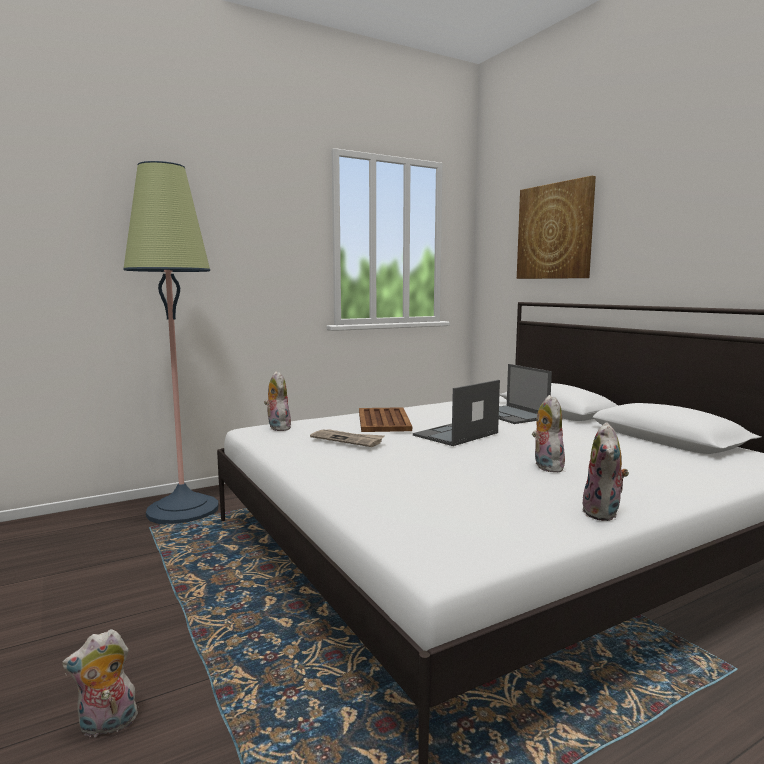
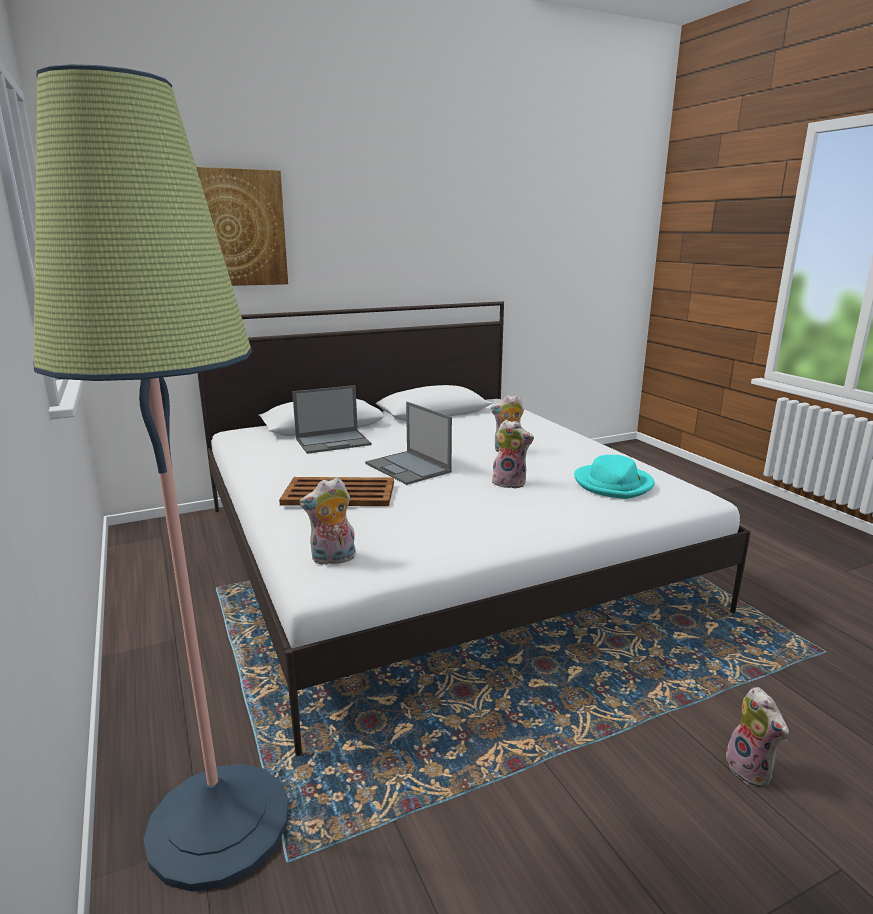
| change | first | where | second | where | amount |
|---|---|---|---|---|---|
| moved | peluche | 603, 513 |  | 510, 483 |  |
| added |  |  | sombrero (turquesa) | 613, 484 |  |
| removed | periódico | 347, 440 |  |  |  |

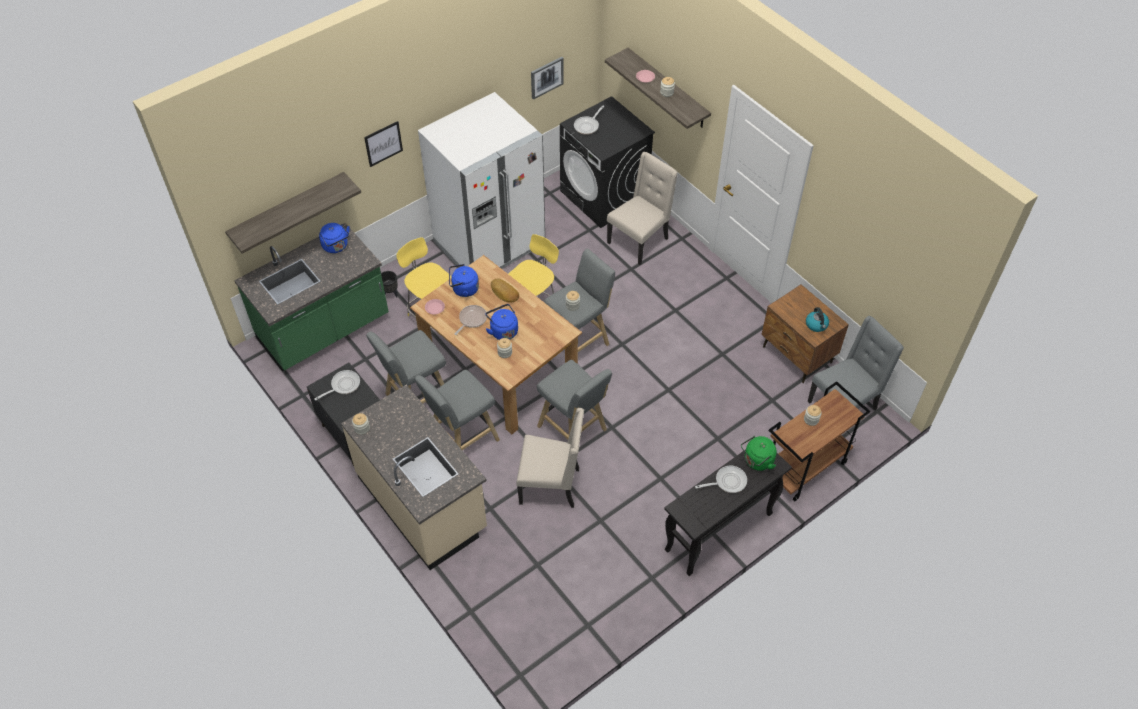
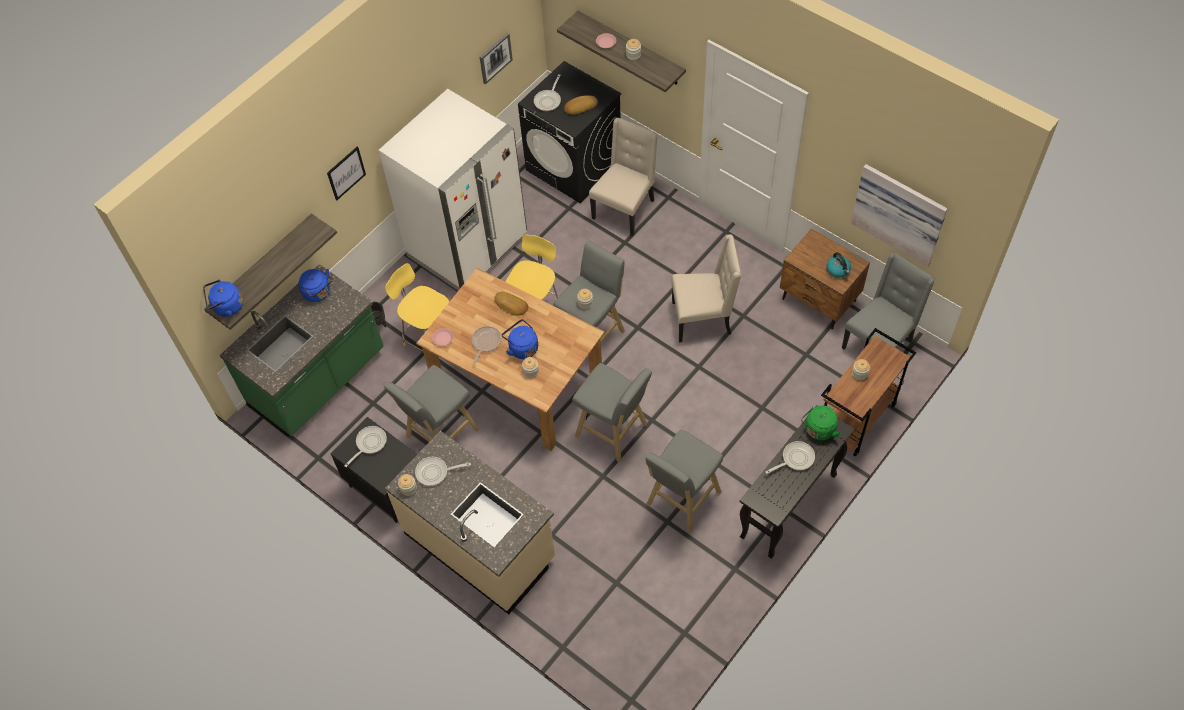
| change | first | where | second | where | amount |
|---|---|---|---|---|---|
| moved | hervidor (azul) | 463, 289 |  | 226, 307 |  |
| added |  |  | sartén | 435, 472 |  |
| added |  |  | pan | 580, 106 |  |
| moved | taburete (gris) | 461, 440 |  | 681, 500 |  |
| moved | silla (beis) | 551, 485 |  | 703, 319 |  |
| added |  |  | cuadro | 900, 212 |  |

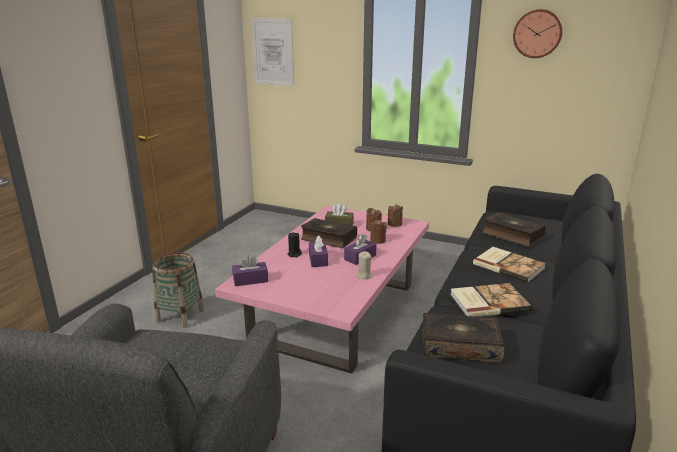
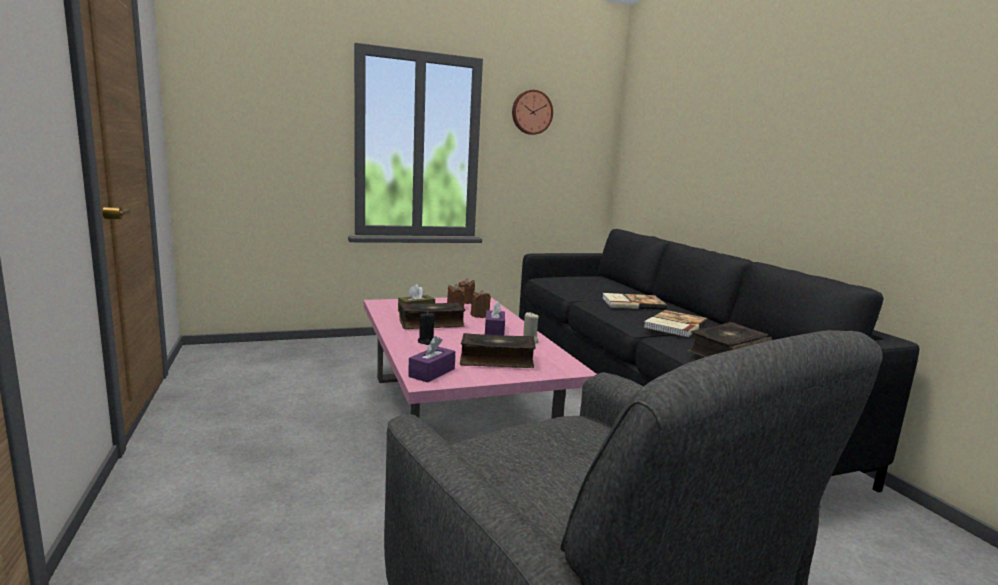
| change | first | where | second | where | amount |
|---|---|---|---|---|---|
| moved | libro | 512, 235 |  | 496, 360 |  |
| removed | cesta | 180, 316 |  |  |  |
| removed | cuadro | 273, 52 |  |  |  |
| removed | caja de pañuelos (morado) | 318, 259 |  |  |  |

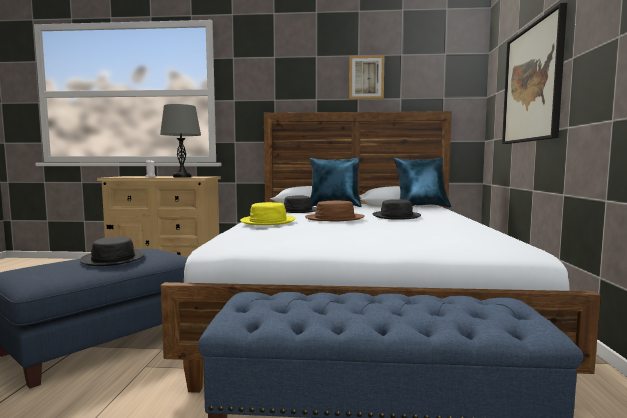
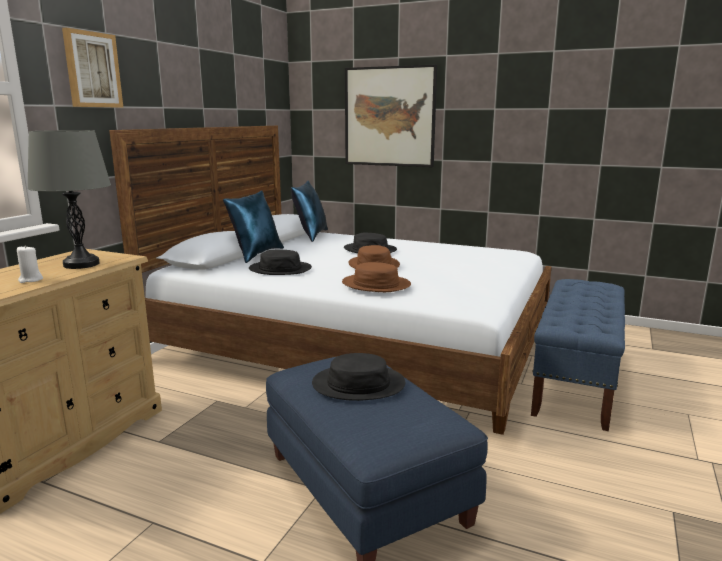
| change | first | where | second | where | amount |
|---|---|---|---|---|---|
| moved | cuadro | 366, 77 |  | 92, 70 |  |
| recoloured | sombrero (amarillo) | 268, 221 | sombrero (marrón) | 376, 284 |  |

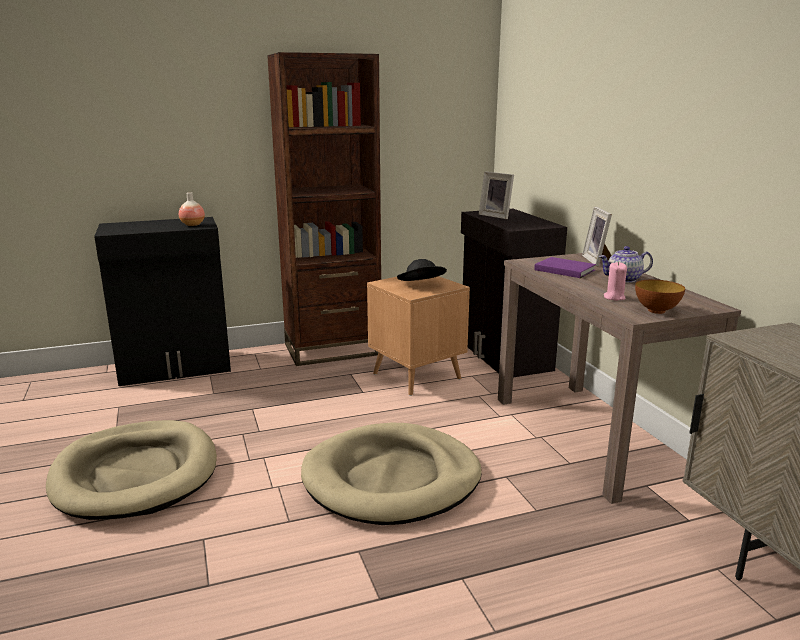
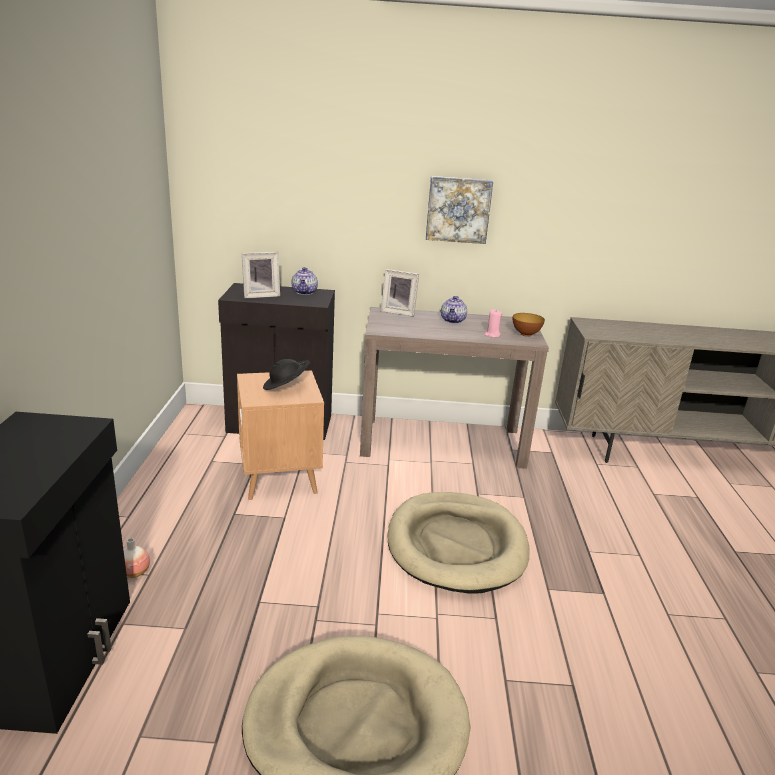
| change | first | where | second | where | amount |
|---|---|---|---|---|---|
| moved | florero | 192, 225 |  | 134, 572 |  |
| added |  |  | tetera | 304, 292 |  |
| added |  |  | cuadro | 458, 209 |  |
| removed | estantería (marrón) | 332, 349 |  |  |  |
| removed | libro (morado) | 563, 269 |  |  |  |

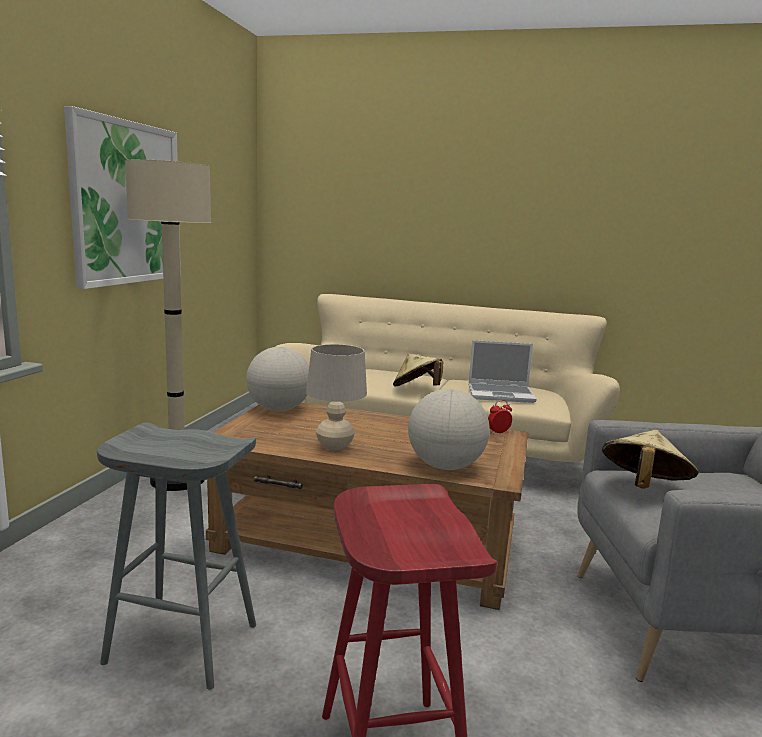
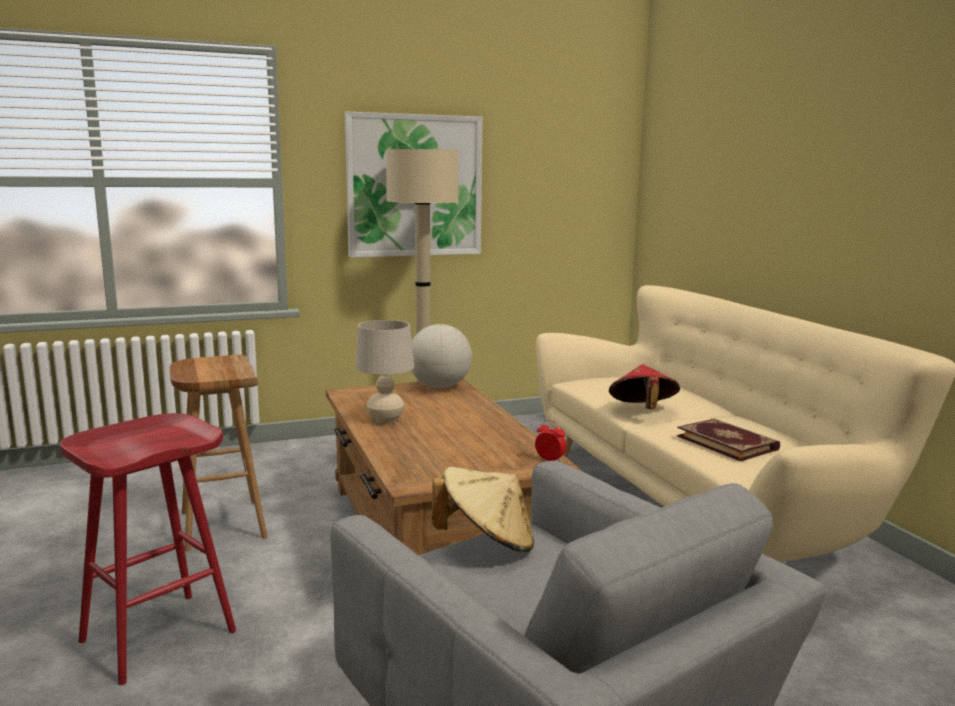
| change | first | where | second | where | amount |
|---|---|---|---|---|---|
| recoloured | taburete (gris) | 179, 644 | taburete (marrón) | 221, 524 |  |
| recoloured | sombrero (beis) | 416, 389 | sombrero (rojo) | 642, 410 |  |
| replaced | portátil | 501, 394 | libro | 727, 442 |  |
| removed | globo terráqueo | 445, 466 |  |  |  |

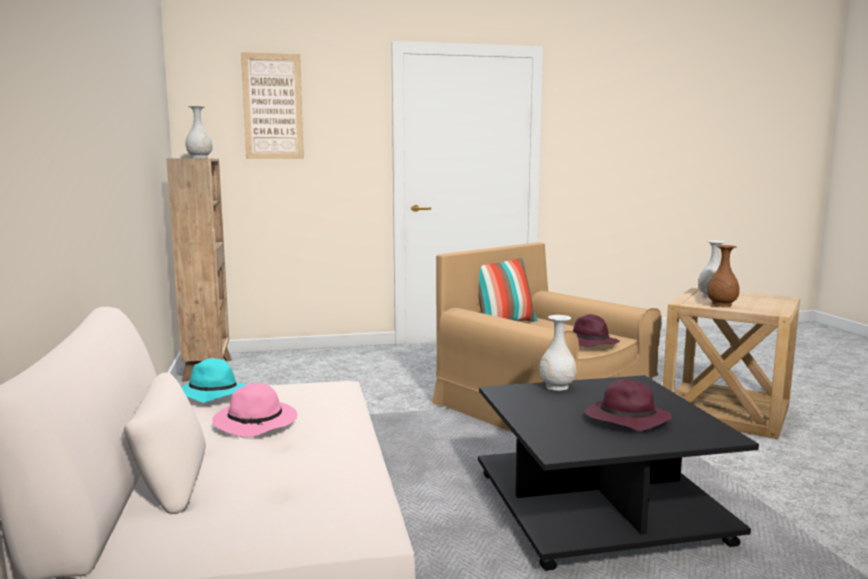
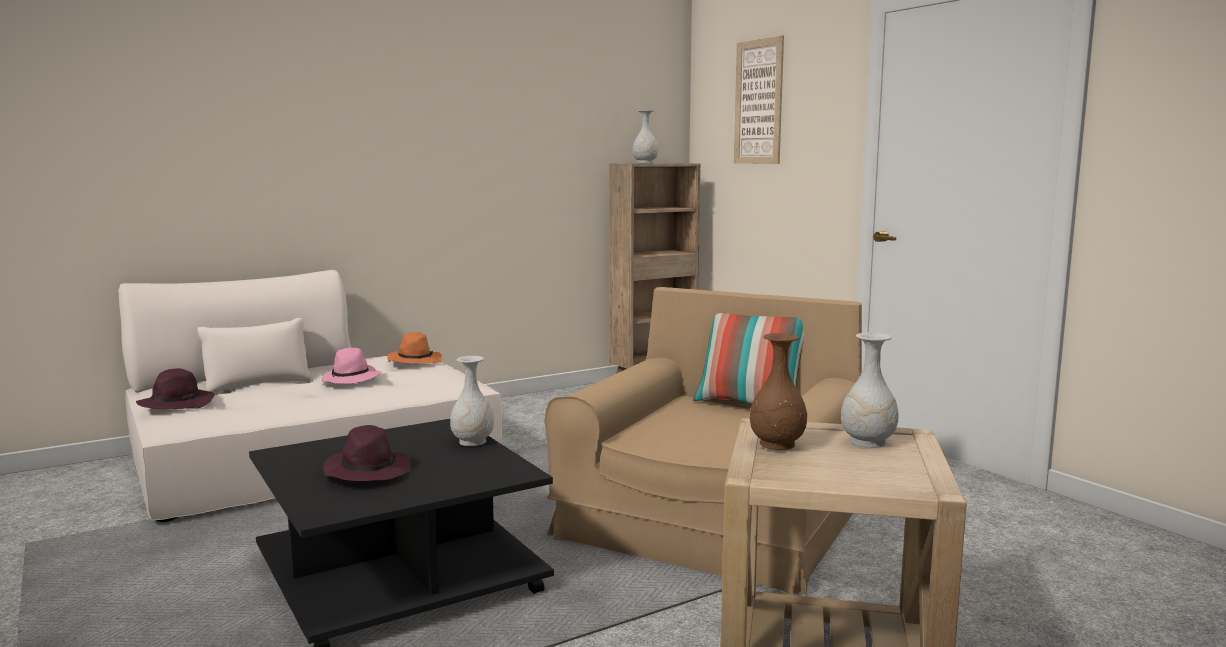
| change | first | where | second | where | amount |
|---|---|---|---|---|---|
| moved | sombrero (morado) | 588, 343 |  | 177, 404 |  |
| recoloured | sombrero (turquesa) | 212, 394 | sombrero (naranja) | 414, 361 |  |

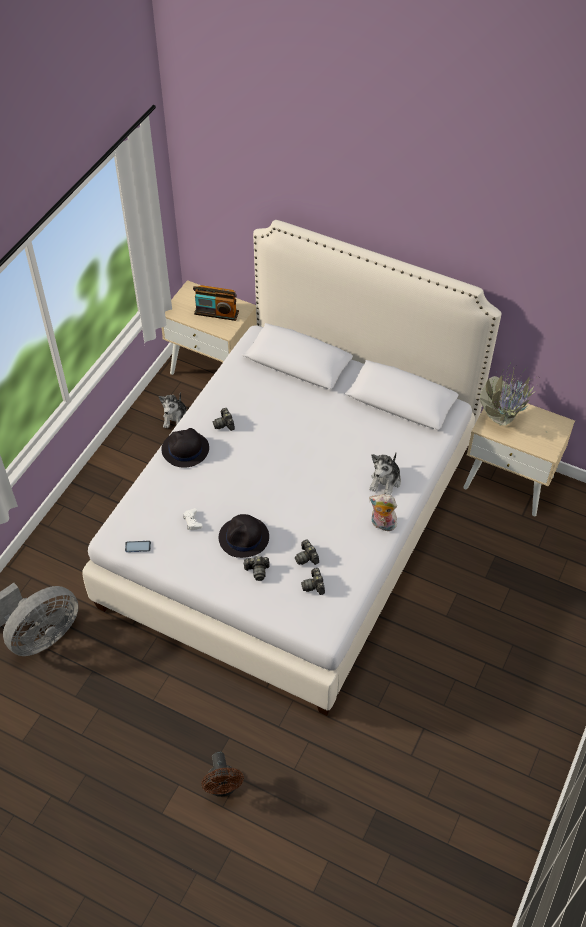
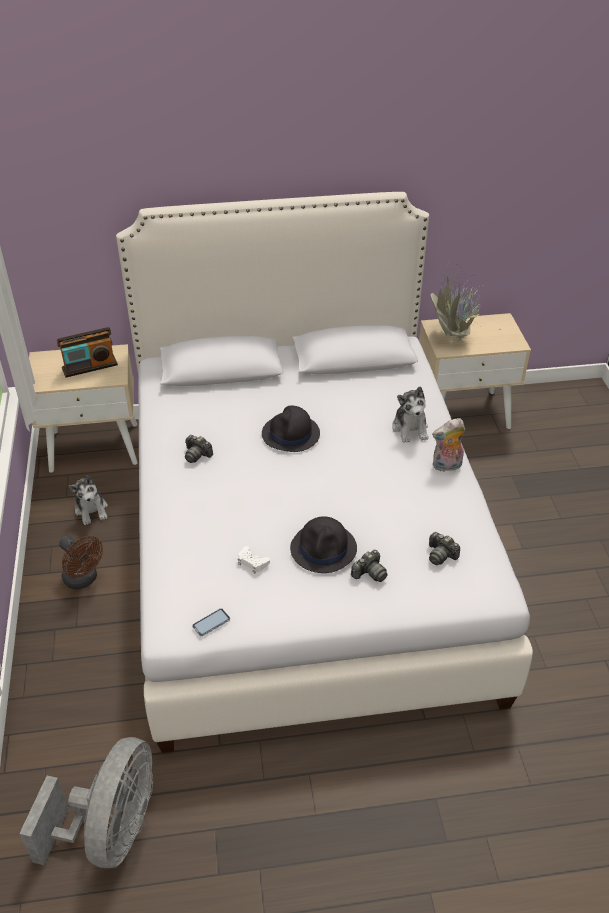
| change | first | where | second | where | amount |
|---|---|---|---|---|---|
| moved | ventilador (marrón) | 223, 787 |  | 84, 580 |  |
| moved | sombrero (negro) | 185, 449 |  | 291, 434 |  |
| removed | cámara | 306, 557 |  |  |  |

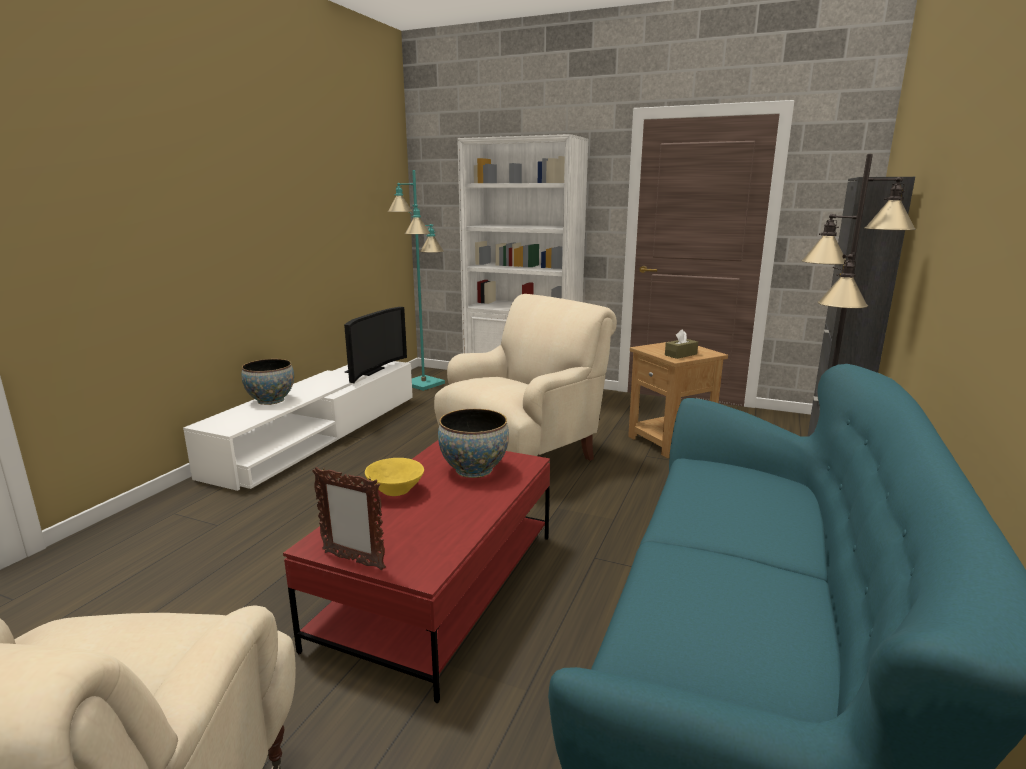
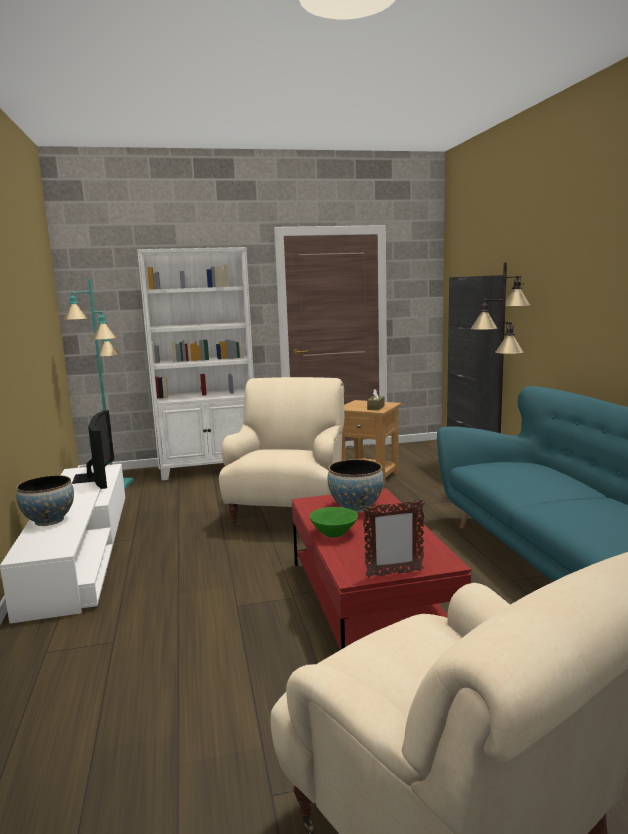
| change | first | where | second | where | amount |
|---|---|---|---|---|---|
| recoloured | cuenco (amarillo) | 396, 491 | cuenco (verde) | 334, 534 |  |

